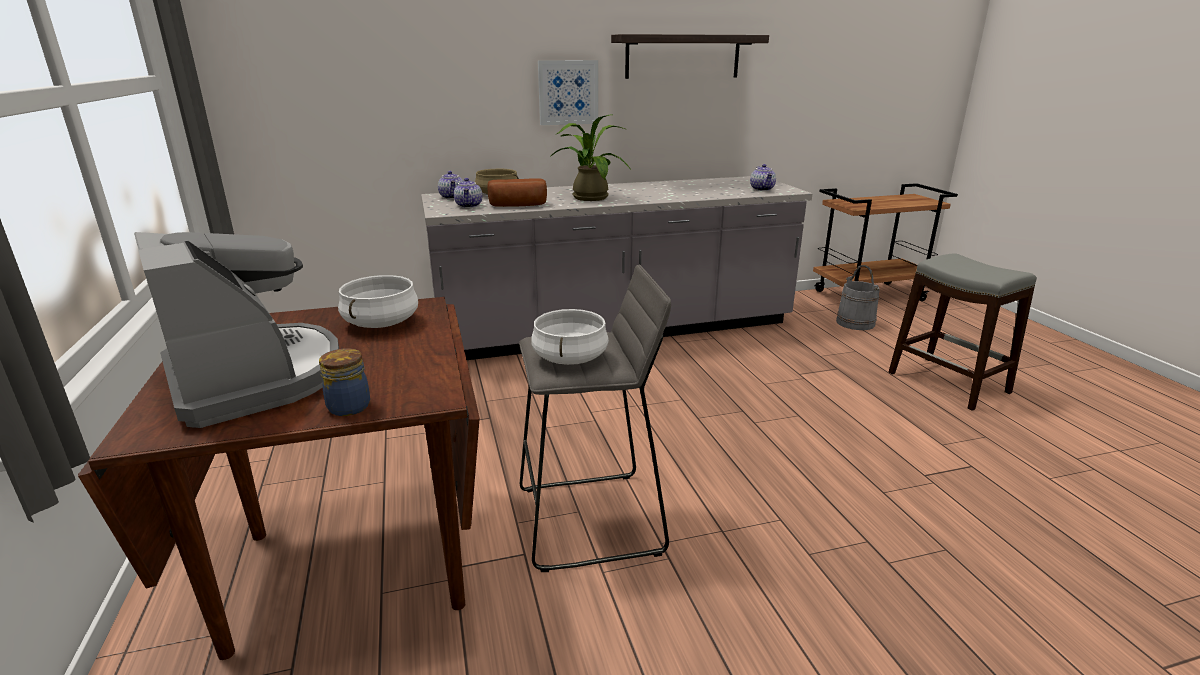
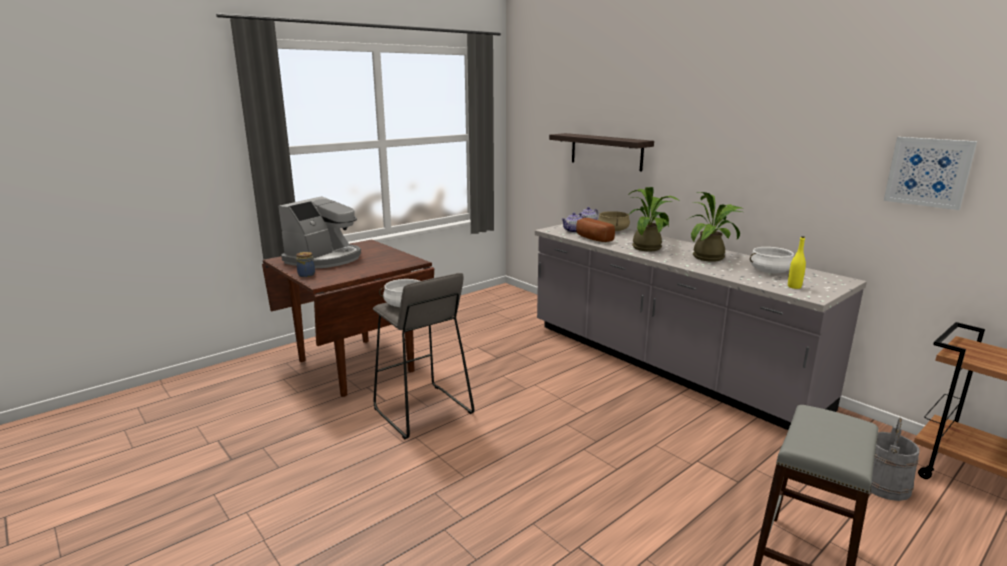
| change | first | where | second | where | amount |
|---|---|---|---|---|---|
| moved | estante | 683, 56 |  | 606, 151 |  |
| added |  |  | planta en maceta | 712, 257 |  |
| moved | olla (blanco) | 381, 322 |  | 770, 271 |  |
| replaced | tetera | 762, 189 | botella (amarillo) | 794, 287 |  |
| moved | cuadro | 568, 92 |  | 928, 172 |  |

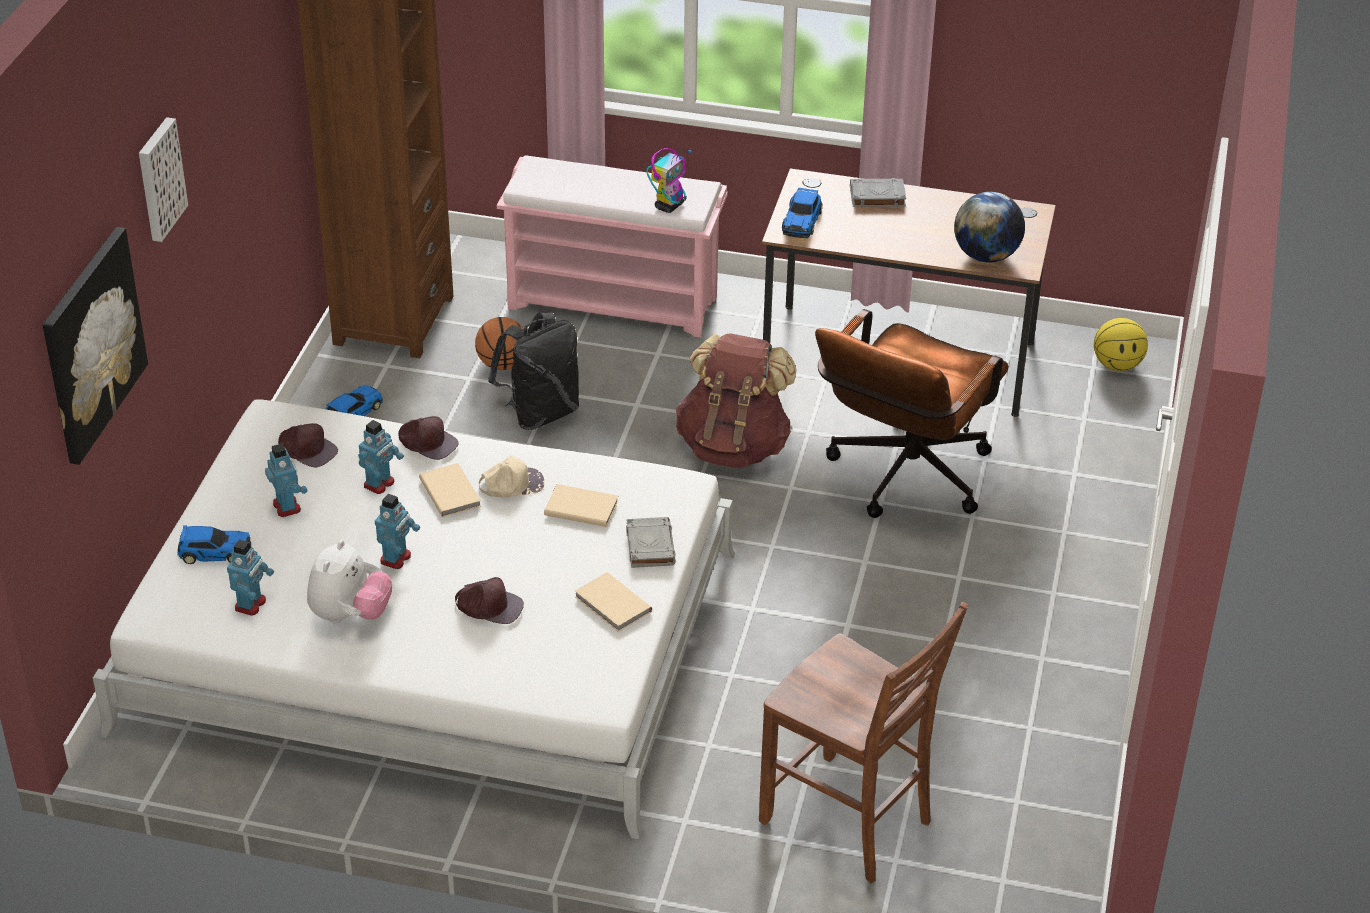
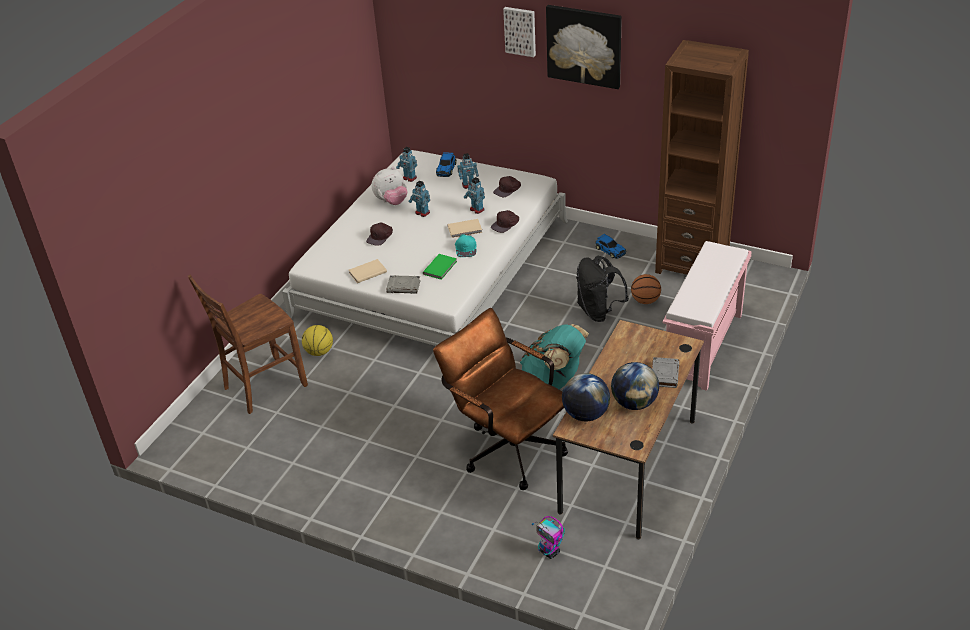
| change | first | where | second | where | amount |
|---|---|---|---|---|---|
| moved | balón de baloncesto | 1117, 365 |  | 319, 352 |  |
| turned | peluche | 350, 615 |  | 391, 201 | 60 degrees counterclockwise |
| recoloured | libro (beis) | 581, 507 | libro (verde) | 441, 267 |  |
| recoloured | gorra (beis) | 511, 484 | gorra (turquesa) | 466, 248 |  |
| recoloured | mochila (marrón) | 734, 446 | mochila (turquesa) | 554, 381 |  |
| moved | robot de juguete | 669, 205 |  | 549, 552 |  |
| moved | cuadro | 91, 344 |  | 584, 46 |  |
| added |  |  | globo terráqueo | 634, 403 |  |
| removed | coche de juguete | 802, 221 |  |  |  |

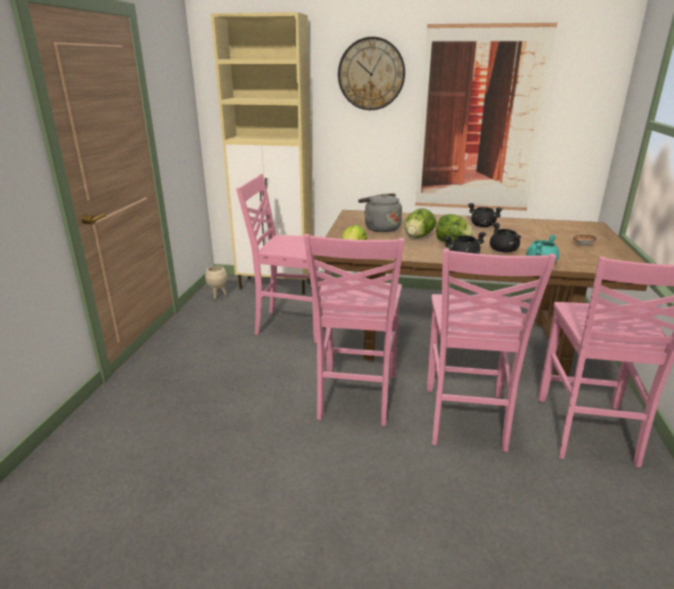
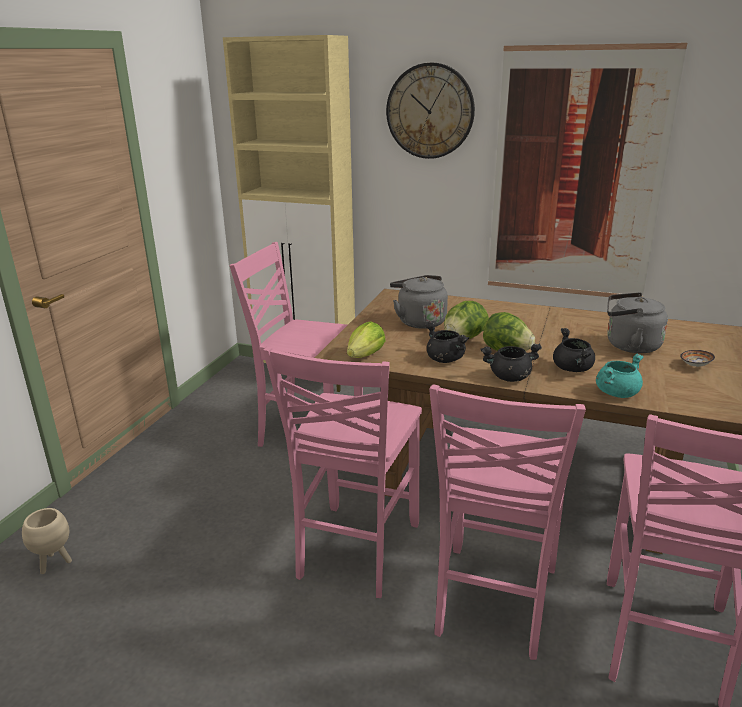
| change | first | where | second | where | amount |
|---|---|---|---|---|---|
| moved | maceta (beis) | 218, 296 |  | 54, 563 |  |
| moved | olla (negro) | 482, 226 |  | 444, 359 |  |
| added |  |  | hervidor (gris) | 629, 345 |  |

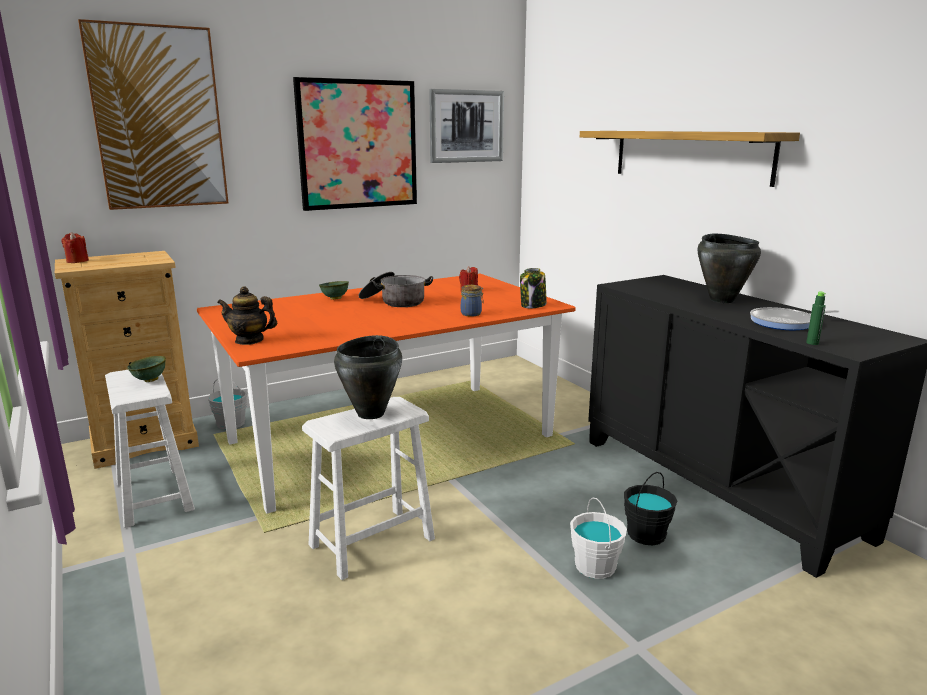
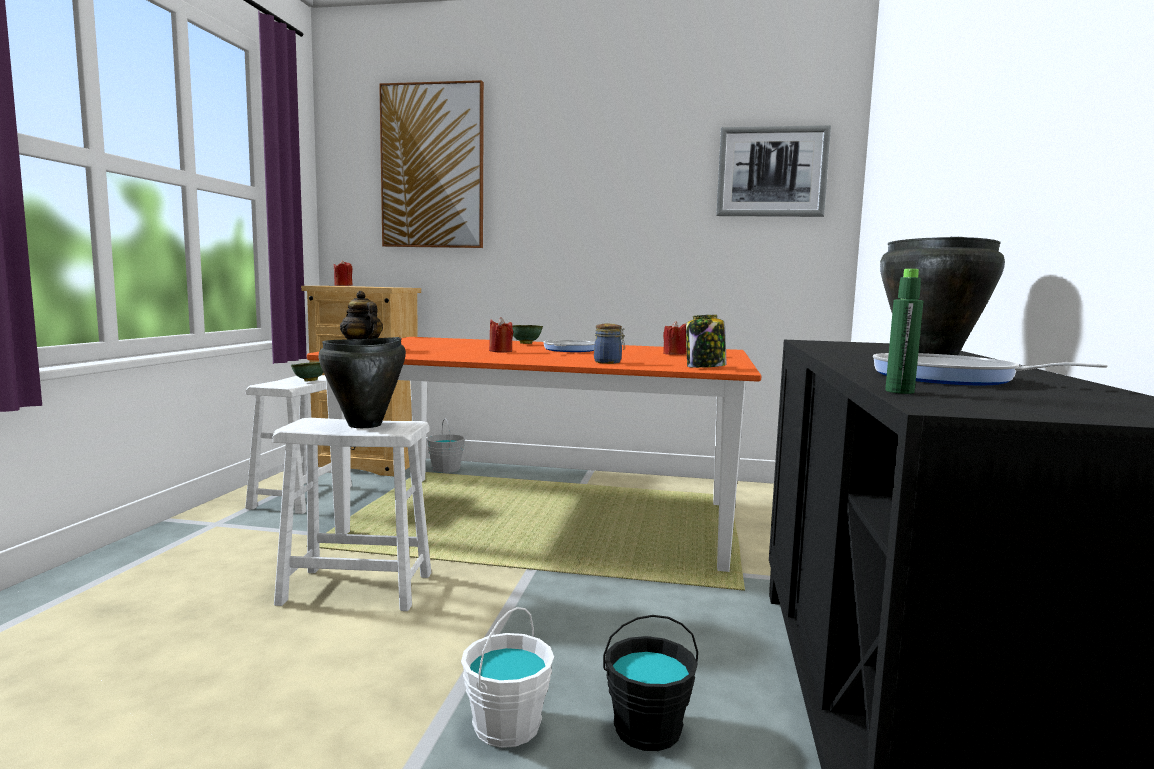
| change | first | where | second | where | amount |
|---|---|---|---|---|---|
| added |  |  | vela (rojo) | 500, 351 |  |
| replaced | olla | 394, 302 | sartén | 568, 350 |  |
| removed | cuadro | 358, 144 |  |  |  |
| removed | estante | 689, 155 |  |  |  |

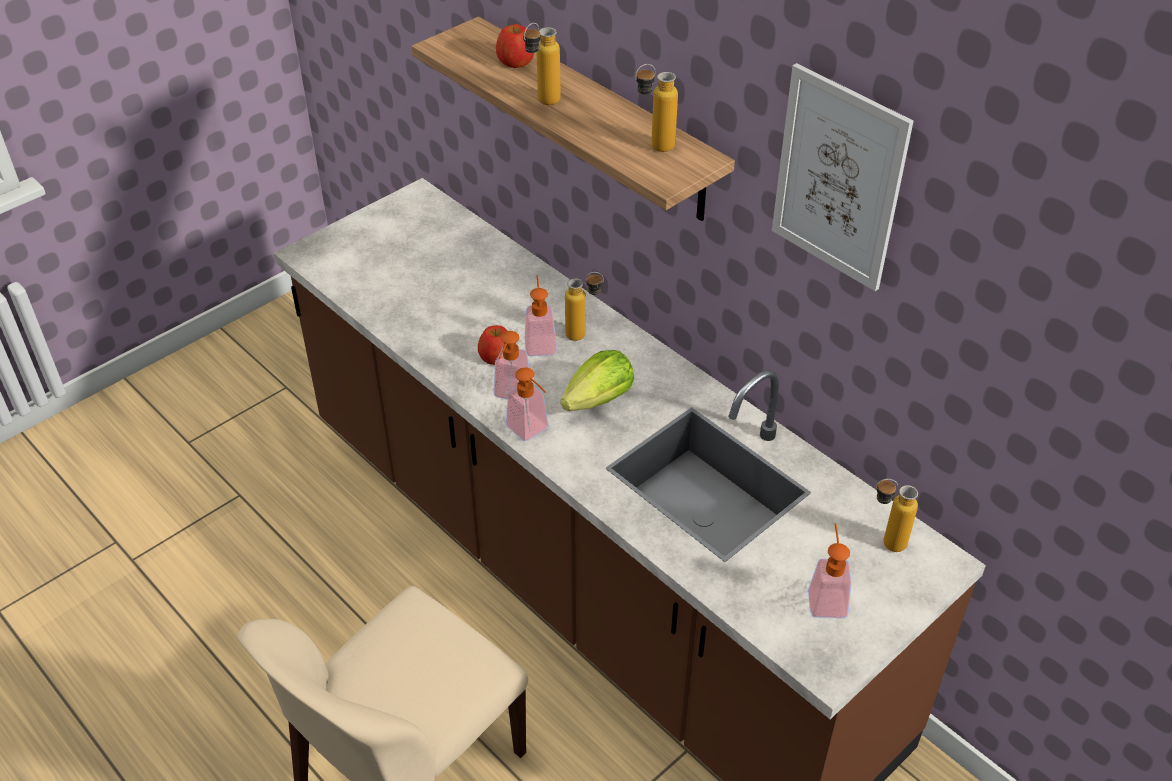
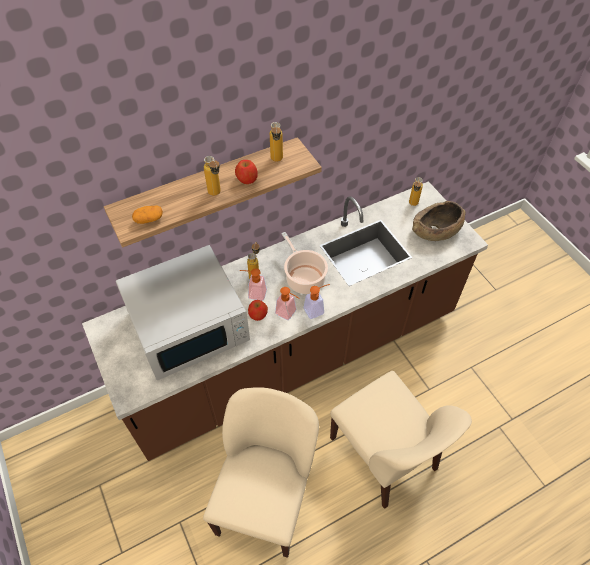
| change | first | where | second | where | amount |
|---|---|---|---|---|---|
| added |  |  | microondas (blanco) | 189, 326 |  |
| added |  |  | patata | 149, 219 |  |
| added |  |  | silla (beis) | 266, 497 |  |
| moved | manzana | 515, 61 |  | 247, 178 |  |
| replaced | lechuga | 599, 400 | olla | 304, 278 |  |
| replaced | dispensador de jabón | 826, 597 | cuenco (marrón) | 436, 230 |  |
| removed | cuadro | 838, 179 |  |  |  |

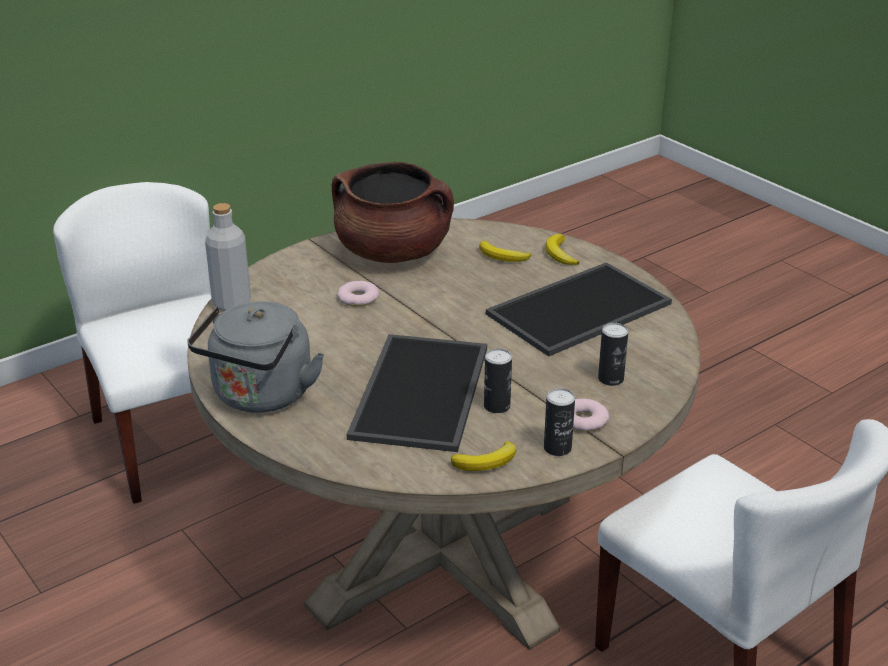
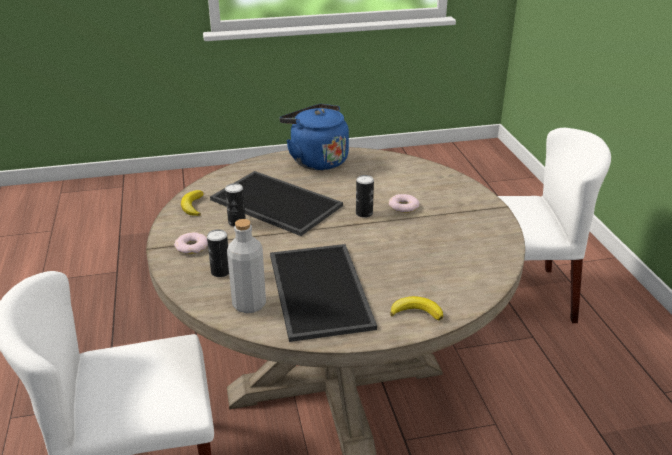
| change | first | where | second | where | amount |
|---|---|---|---|---|---|
| moved | botella (gris) | 232, 303 |  | 249, 304 |  |
| recoloured | hervidor (gris) | 260, 397 | hervidor (azul) | 316, 160 |  |
| moved | lata | 557, 448 |  | 364, 213 |  |
| removed | olla (marrón) | 393, 253 |  |  |  |
| removed | plátano | 503, 256 |  |  |  |

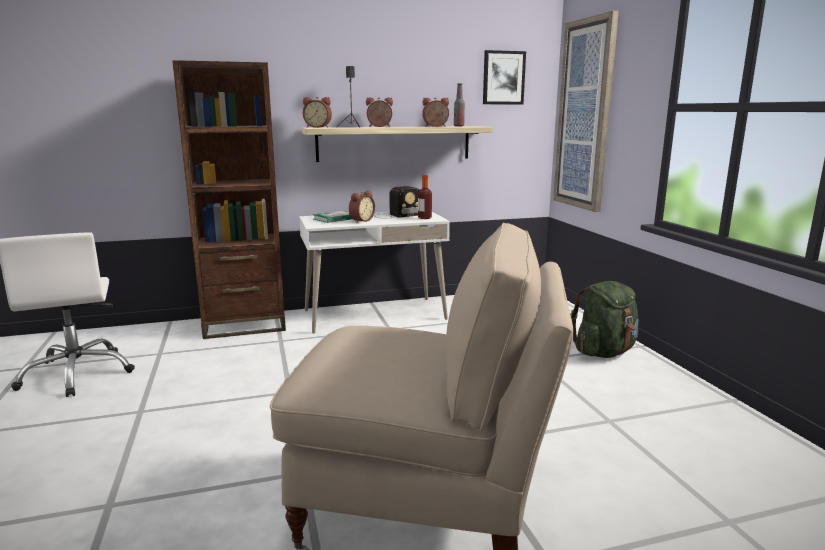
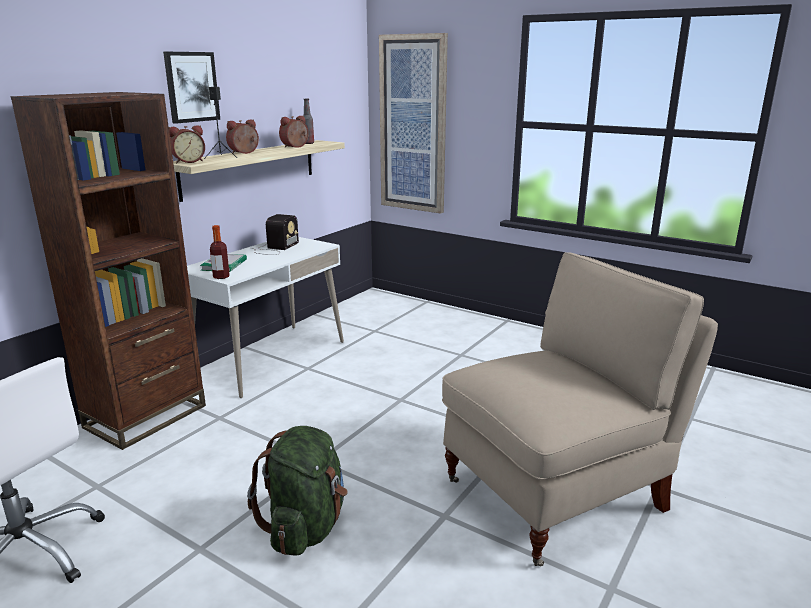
| change | first | where | second | where | amount |
|---|---|---|---|---|---|
| moved | cuadro | 503, 78 |  | 191, 87 |  |
| moved | botella | 424, 218 |  | 221, 277 |  |
| moved | mochila (verde) | 604, 352 |  | 306, 527 |  |
| removed | despertador | 361, 220 |  |  |  |

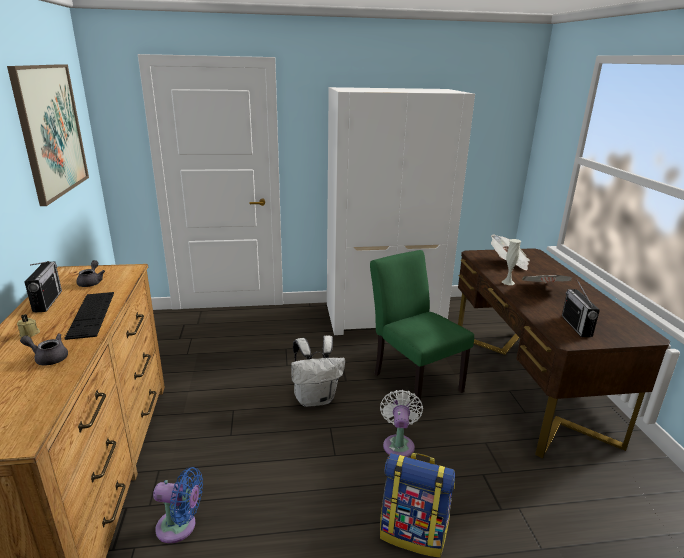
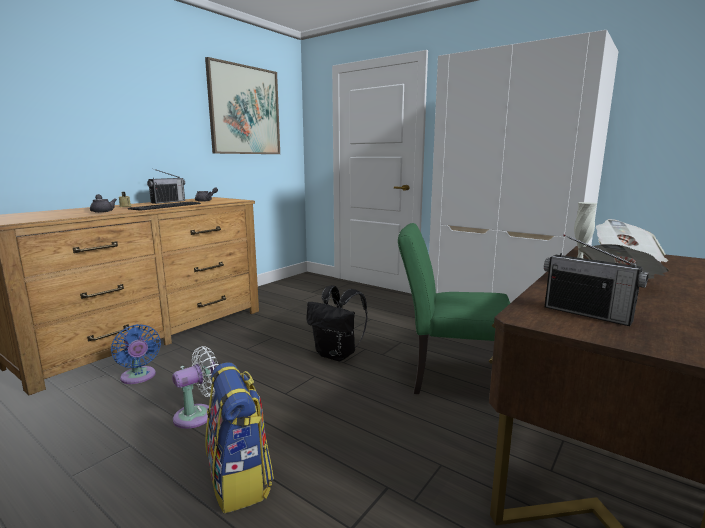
| change | first | where | second | where | amount |
|---|---|---|---|---|---|
| moved | ventilador (blanco) | 399, 444 |  | 198, 415 |  |
| recoloured | mochila (blanco) | 316, 398 | mochila (negro) | 337, 354 |  |
| turned | silla (verde) | 413, 379 |  | 449, 379 | 90 degrees counterclockwise |
| turned | radio | 576, 326 |  | 587, 313 | 90 degrees counterclockwise |

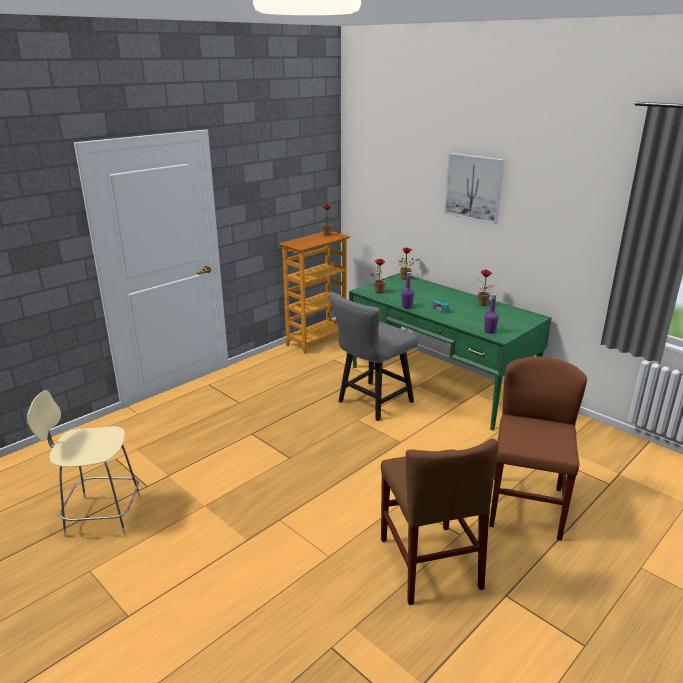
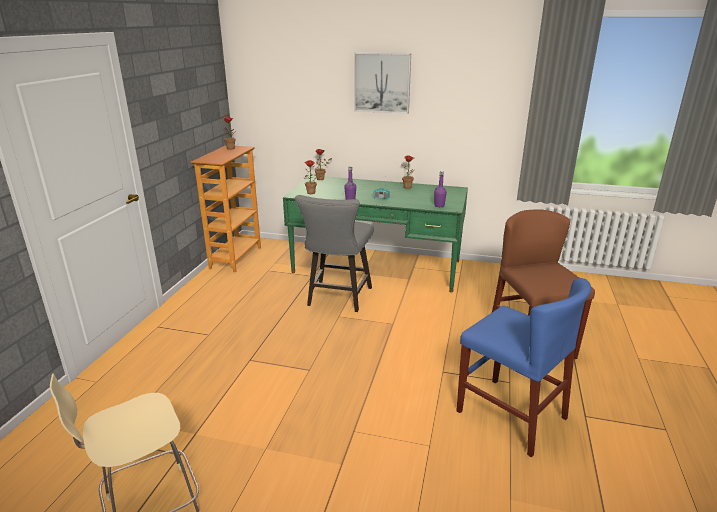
| change | first | where | second | where | amount |
|---|---|---|---|---|---|
| recoloured | silla (marrón) | 429, 562 | silla (azul) | 510, 414 |  |

